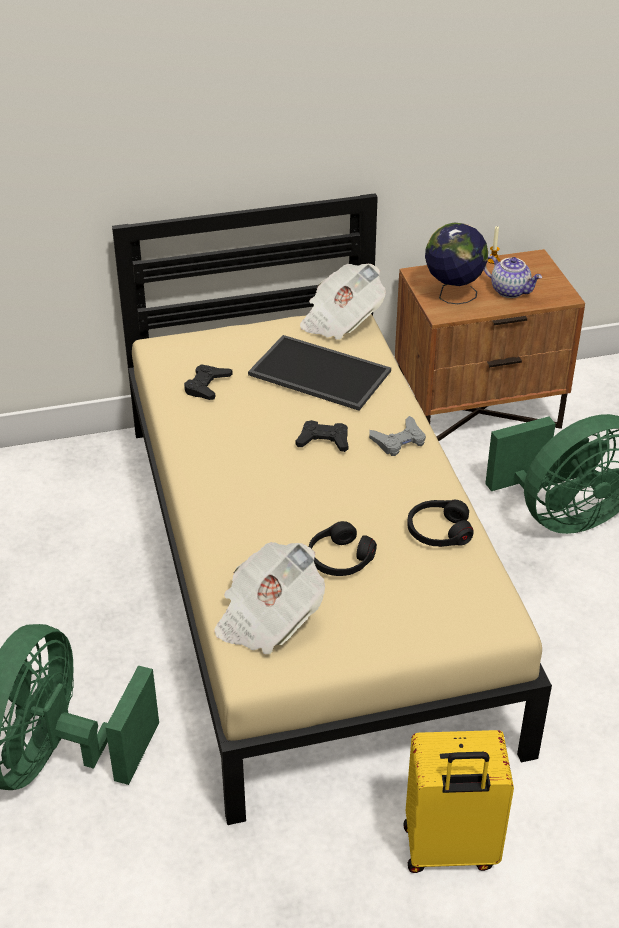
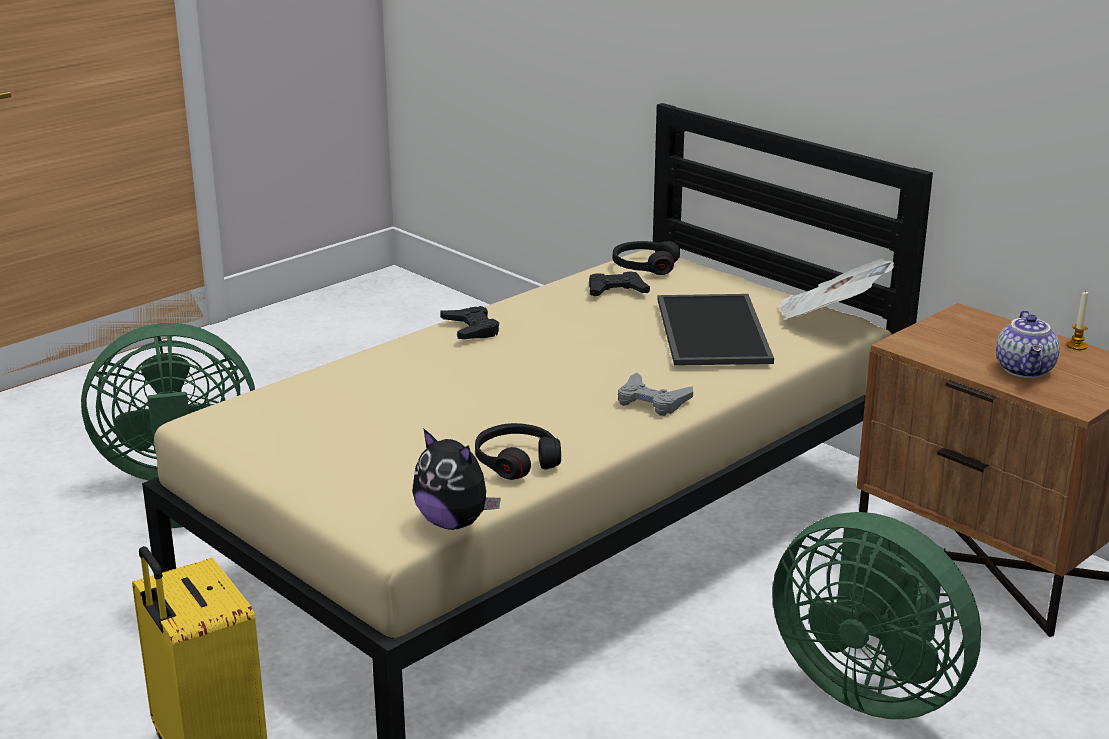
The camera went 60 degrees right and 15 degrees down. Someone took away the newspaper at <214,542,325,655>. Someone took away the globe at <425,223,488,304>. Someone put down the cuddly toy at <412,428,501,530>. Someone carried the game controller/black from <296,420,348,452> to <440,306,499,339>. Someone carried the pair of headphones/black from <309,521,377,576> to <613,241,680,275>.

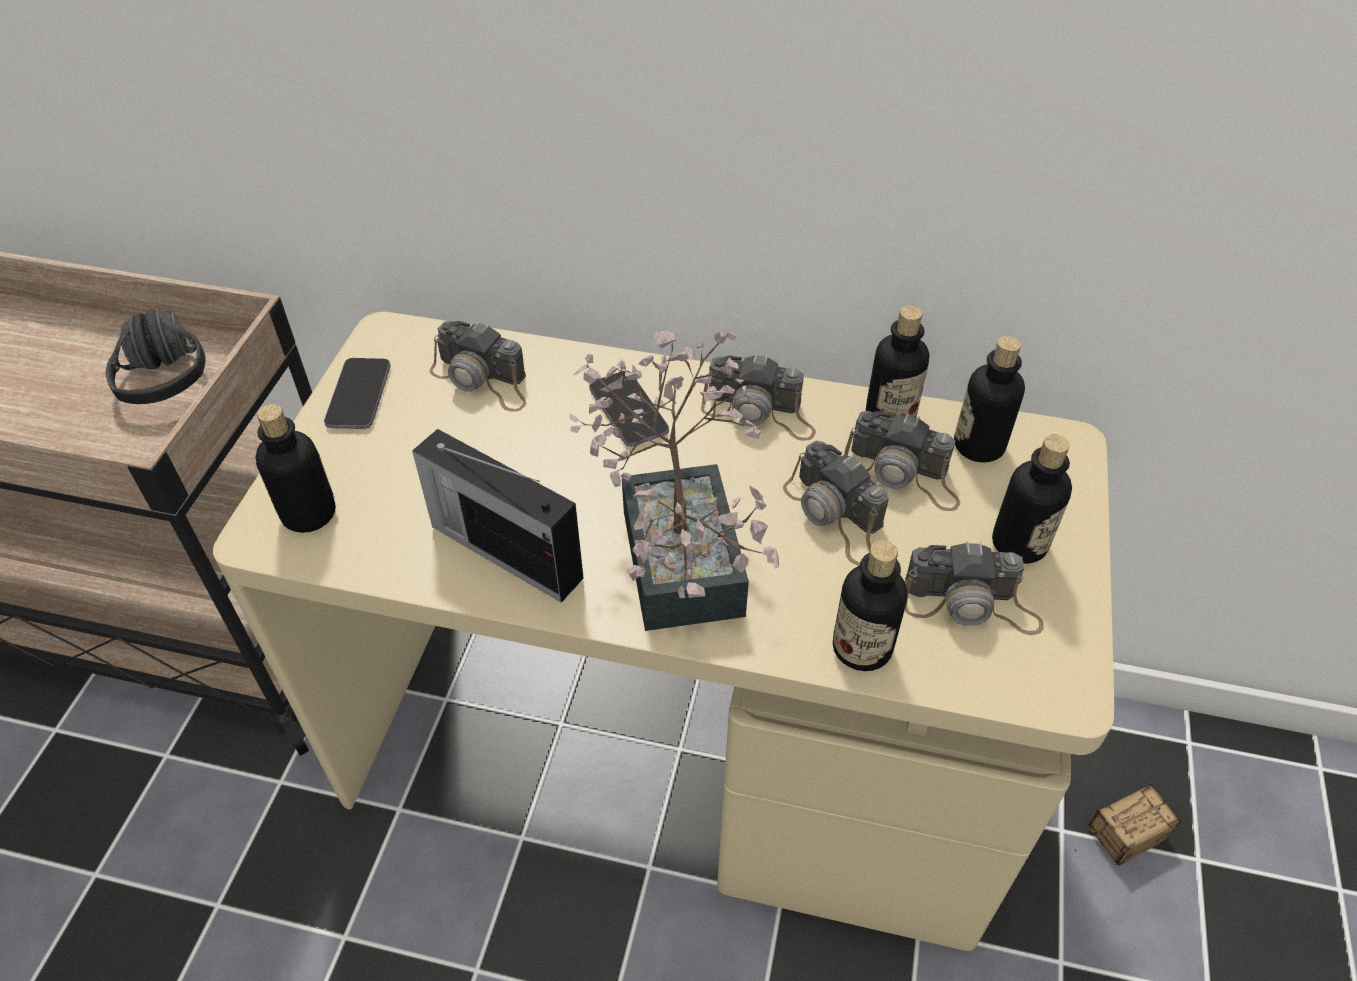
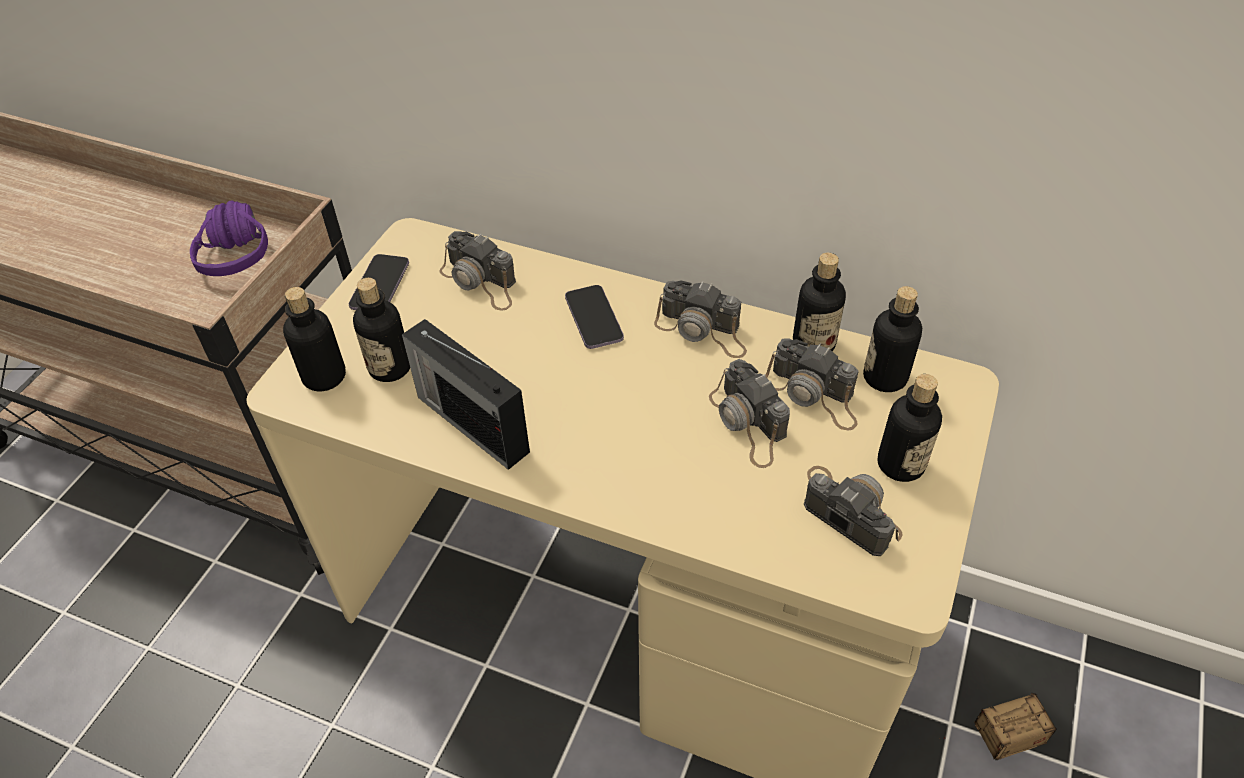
The camera went 10 degrees right and 0 degrees up. Someone took away the houseplant at <570,331,779,631>. Someone carried the bottle from <833,540,907,671> to <353,278,410,382>. Someone repainted the pair of headphones/black at <106,309,206,404>, which became the pair of headphones/purple at <190,200,268,276>. Someone rotated the still camera at <905,541,1043,635> by 150 degrees counterclockwise.

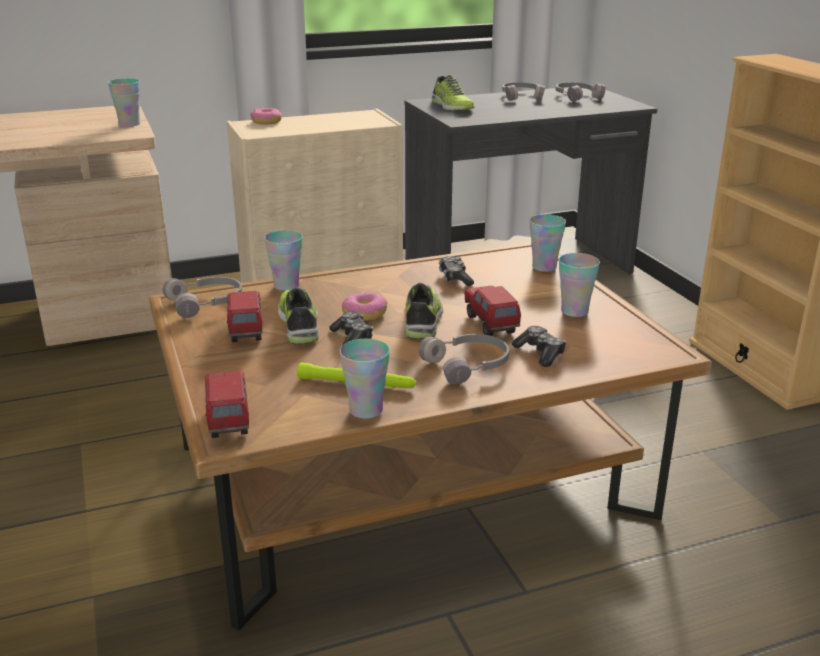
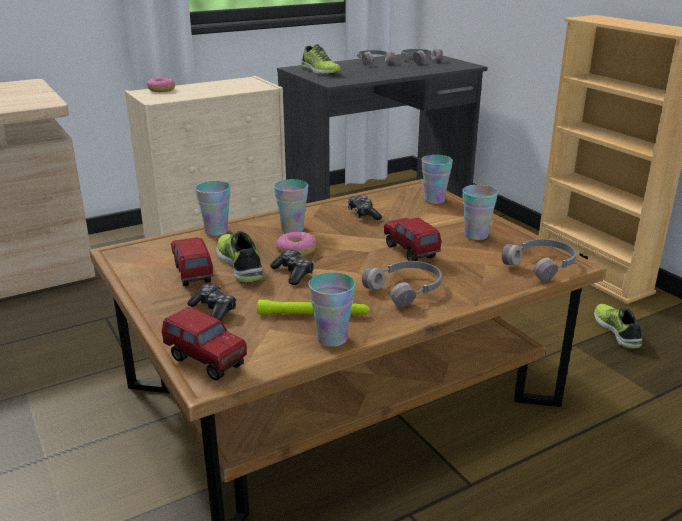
The camera went 10 degrees left and 0 degrees up. Someone carried the small cup from <108,79,140,127> to <274,179,308,233>. Someone carried the pair of headphones/gray from <163,277,242,318> to <502,239,577,281>. Someone carried the shoe from <405,283,443,339> to <594,304,642,349>. Someone carried the game controller from <512,326,566,367> to <187,284,236,321>. Someone rotated the toy lorry at <205,371,249,438> by 150 degrees clockwise.

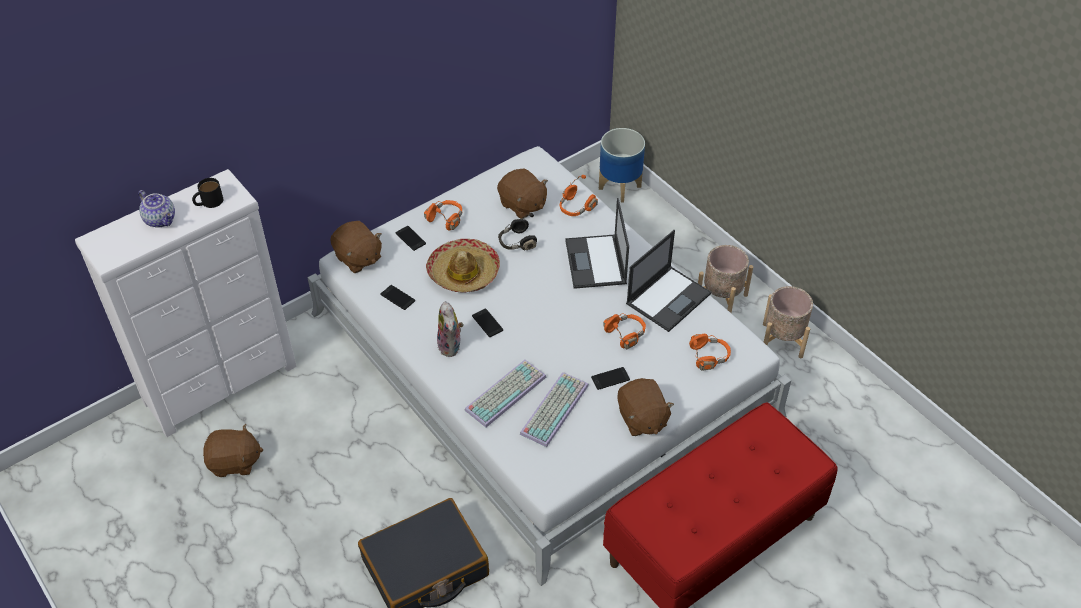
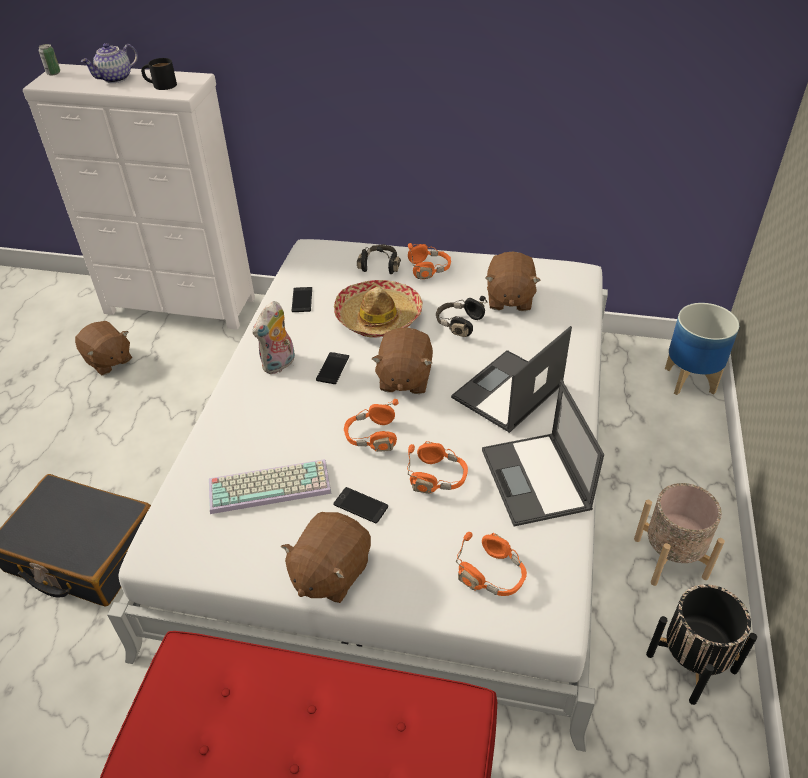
The camera went 50 degrees right and 5 degrees down. Someone took away the PC keyboard at <464,359,546,427>. Someone put down the sealed can at <39,44,60,75>. Someone carried the cuddly toy/brown-coloured from <330,221,382,273> to <372,327,433,394>. Someone carried the pair of headphones/orangey from <560,175,598,216> to <344,399,398,452>. Someone swapped the handset at <395,226,426,251> for the pair of headphones/black at <357,244,401,274>. Someone repainted the plant pot/sand-coloured at <763,286,813,358>, which became the plant pot/black at <646,584,757,705>. Someone rotated the teapot at <138,190,175,228> by 45 degrees clockwise. Someone rotated the laptop at <626,230,711,332> by 75 degrees clockwise.

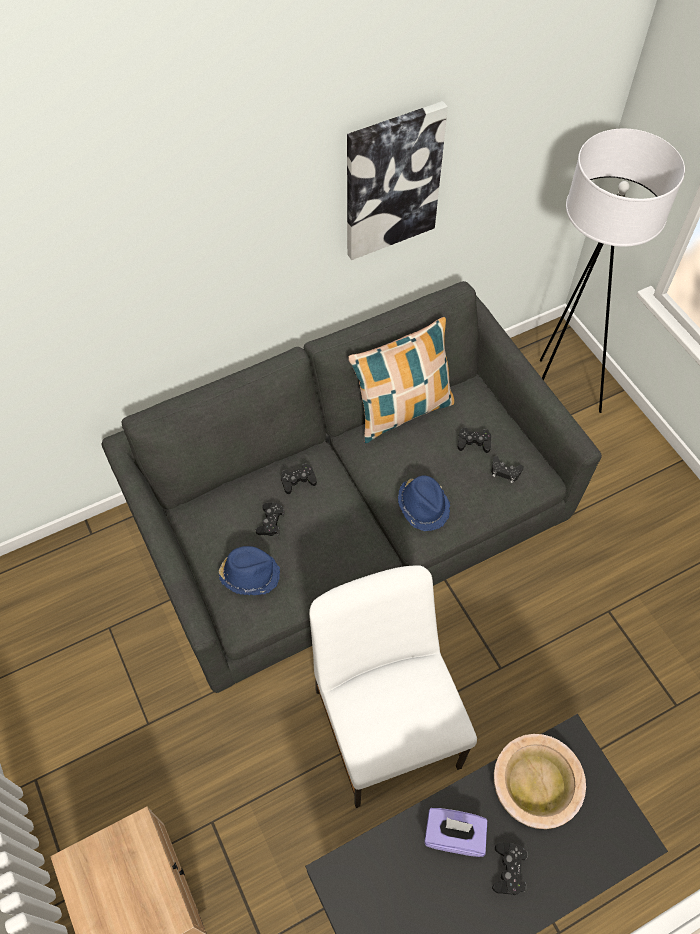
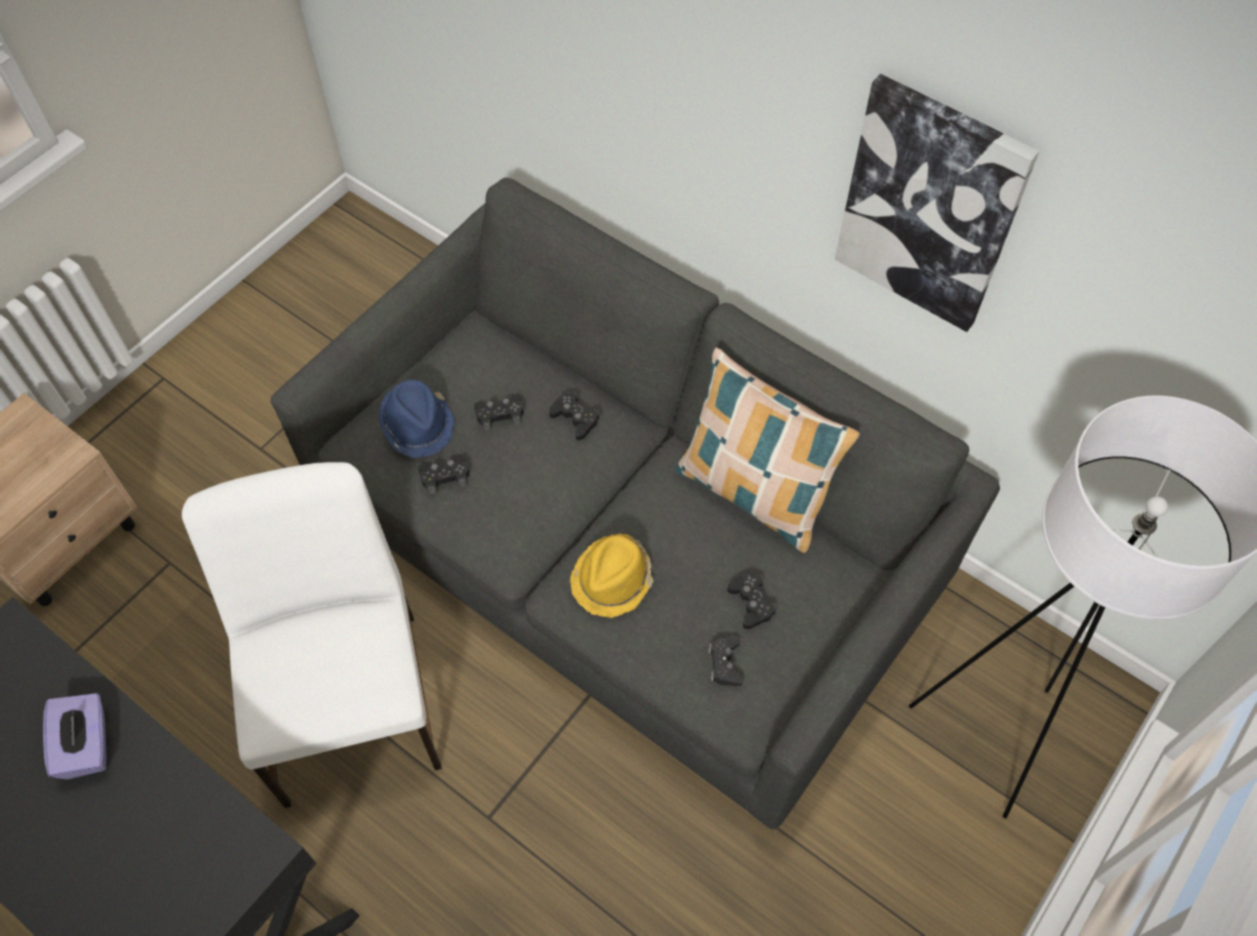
The camera went 65 degrees right and 0 degrees up. Someone took away the serving bowl/sand-coloured at <494,734,586,829>. Someone carried the game controller/black from <492,842,528,895> to <418,455,469,495>. Someone repainted the clothing hat/bluish at <398,475,450,531>, which became the clothing hat/yellow-coloured at <570,533,654,618>. Someone rotated the chair/whitish at <309,565,477,808> by 60 degrees counterclockwise.

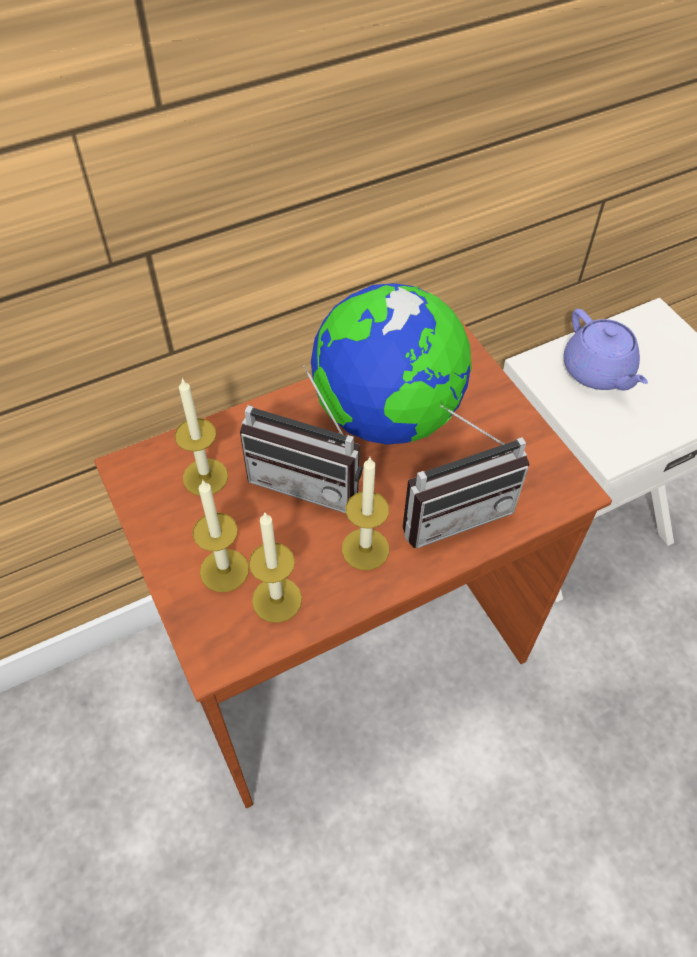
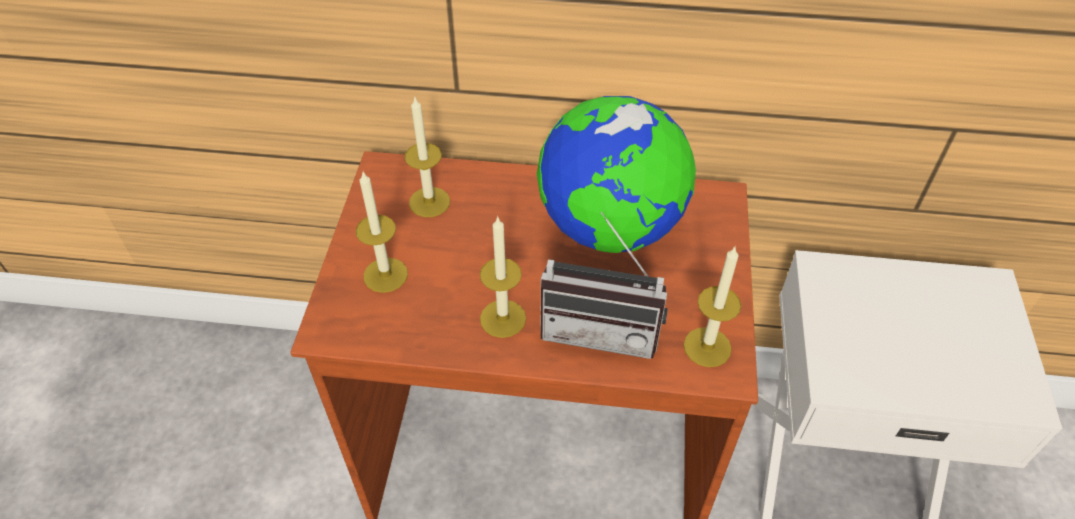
The camera went 35 degrees right and 5 degrees down. Someone took away the radio set at <240,365,363,513>. Someone took away the teapot/purple at <564,309,648,390>. Someone carried the wax light from <249,513,302,623> to <684,246,741,367>.

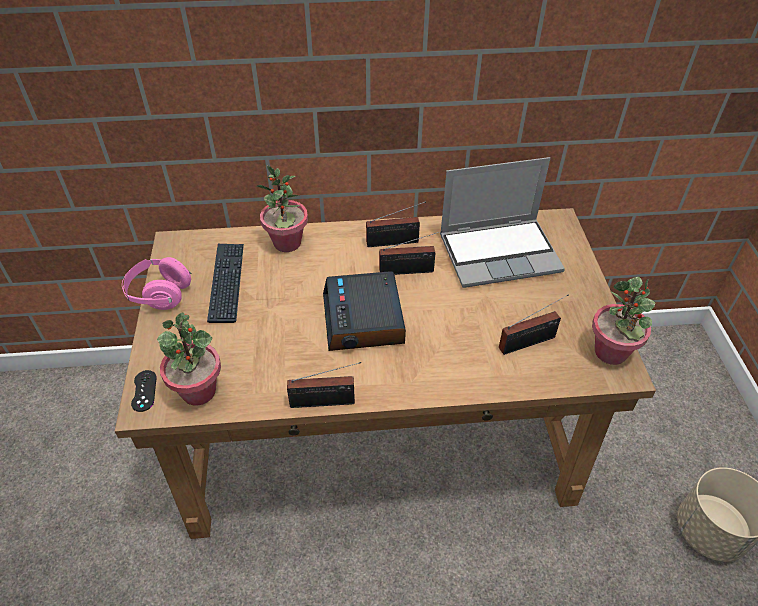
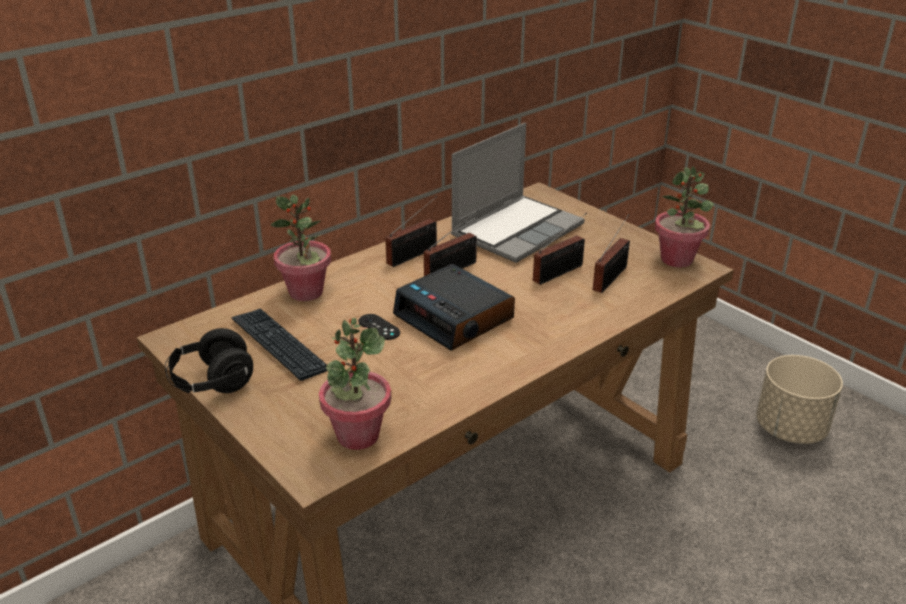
The camera went 35 degrees left and 15 degrees down. Someone carried the game controller/black from <131,370,157,412> to <358,314,400,340>. Someone carried the radio set from <287,362,361,408> to <533,213,587,285>. Someone repainted the pair of headphones/pink-coloured at <122,257,191,310>, which became the pair of headphones/black at <165,328,253,393>.

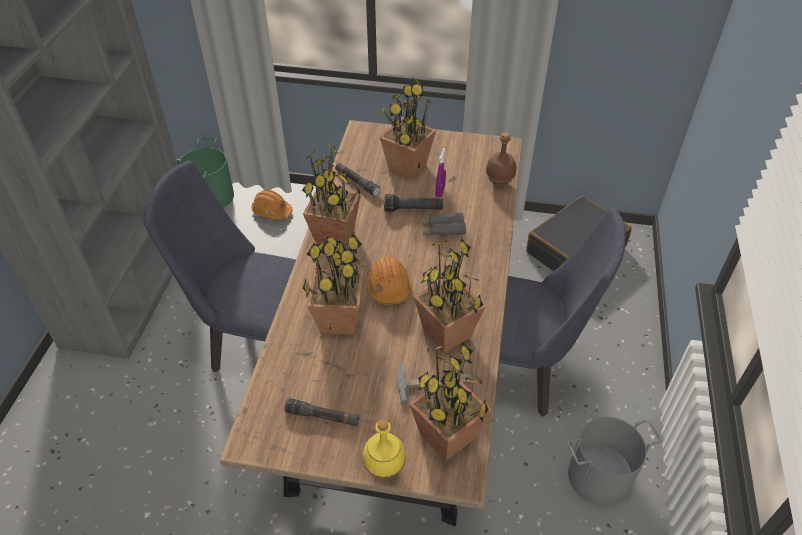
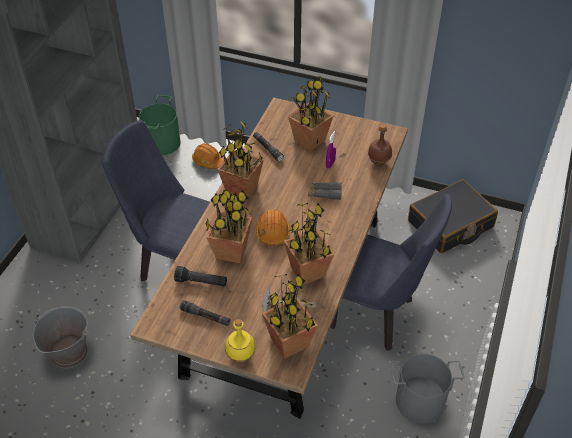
The camera went 10 degrees right and 0 degrees up. Someone put down the pail/gray at <33,306,88,368>. Someone carried the torch/black from <384,194,443,212> to <174,266,227,287>.

